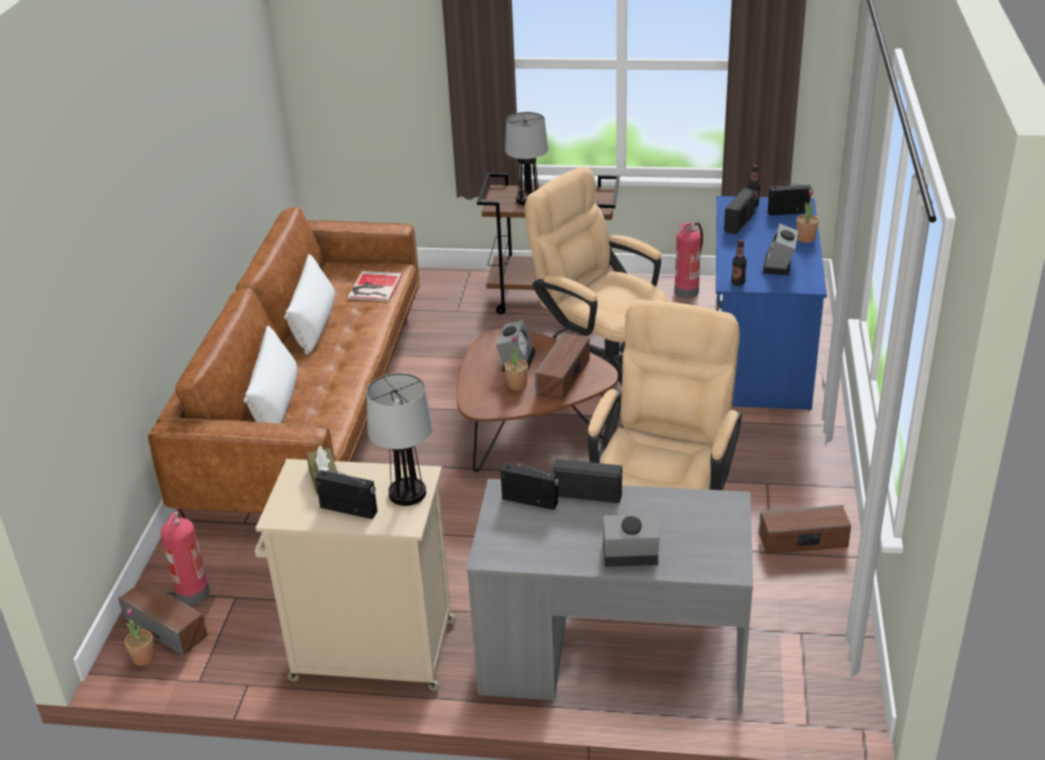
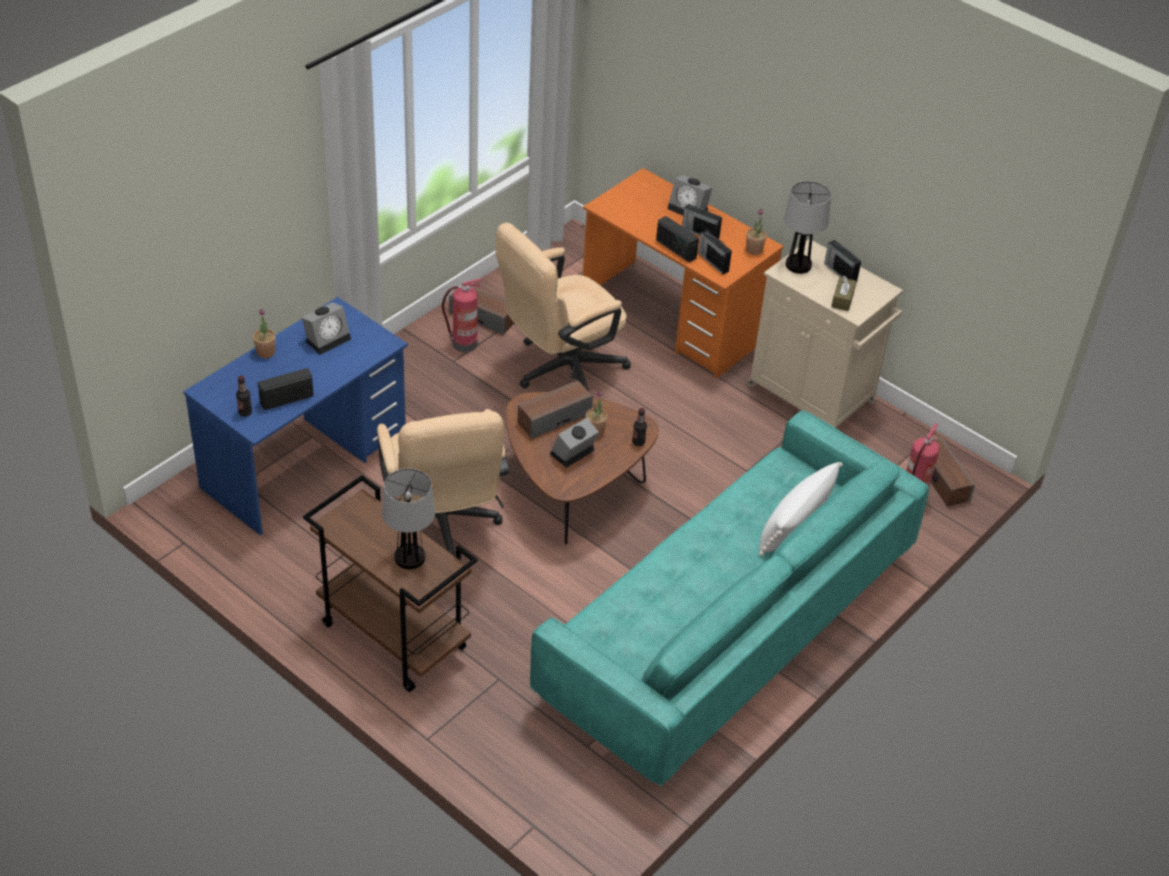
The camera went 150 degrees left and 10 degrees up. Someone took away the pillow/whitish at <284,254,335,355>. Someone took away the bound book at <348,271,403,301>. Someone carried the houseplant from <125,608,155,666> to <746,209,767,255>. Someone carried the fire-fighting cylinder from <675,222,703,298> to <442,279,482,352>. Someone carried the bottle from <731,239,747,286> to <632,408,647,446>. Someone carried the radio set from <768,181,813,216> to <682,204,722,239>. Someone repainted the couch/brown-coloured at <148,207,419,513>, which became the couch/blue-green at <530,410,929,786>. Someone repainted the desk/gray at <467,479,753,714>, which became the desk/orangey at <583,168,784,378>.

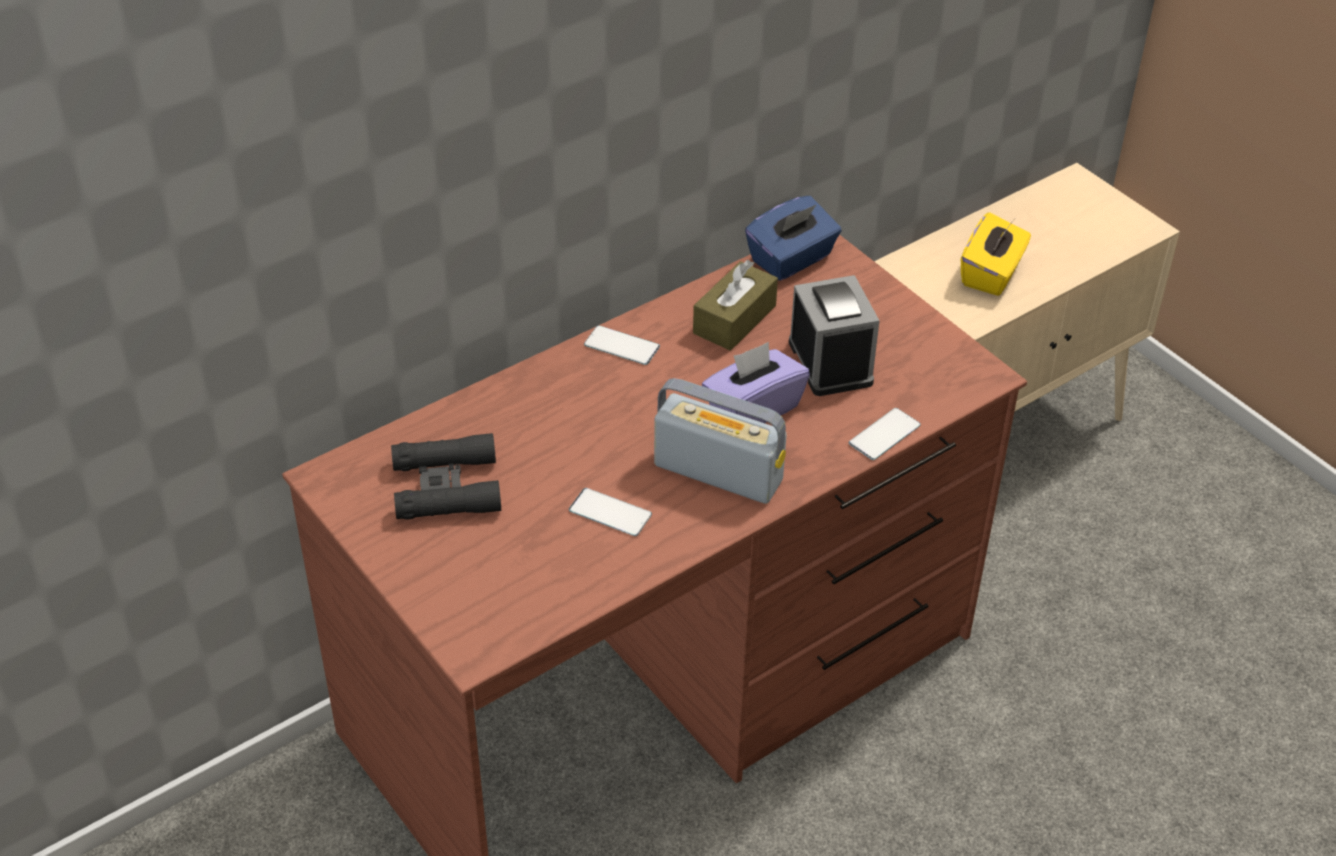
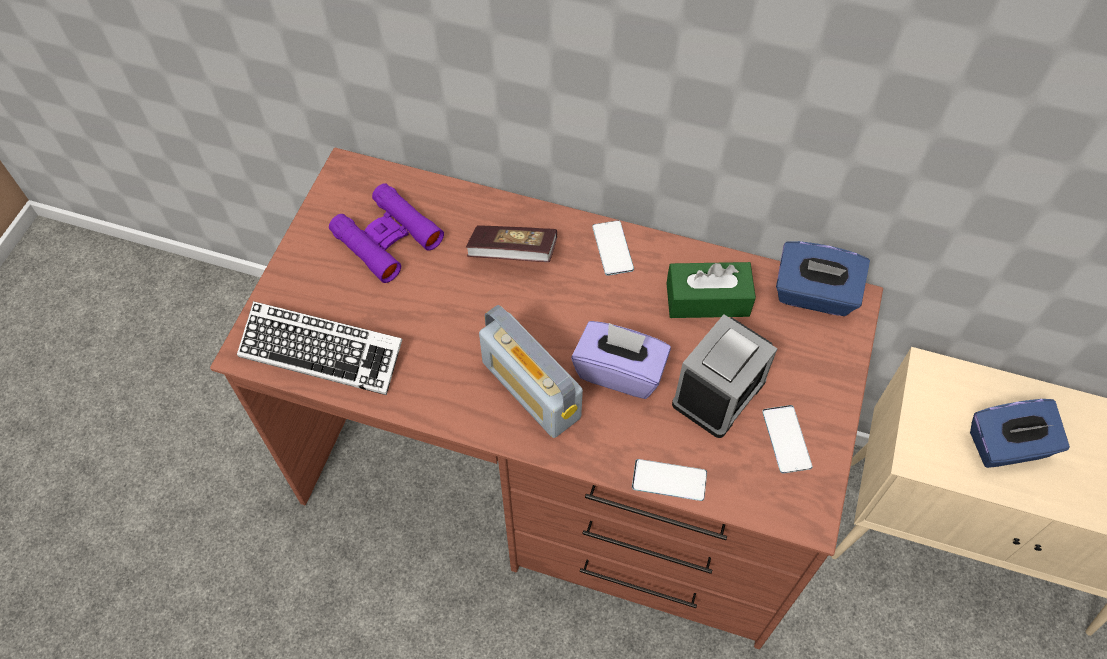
The camera went 55 degrees right and 15 degrees up. Someone put down the PC keyboard at <237,301,403,395>. Someone put down the bound book at <466,225,557,262>. Someone carried the handset from <569,488,652,536> to <762,405,812,474>. Someone repainted the binoculars/black at <391,433,501,520>, which became the binoculars/purple at <329,183,444,283>. Someone repainted the tissue holder/brown-coloured at <693,260,778,351>, which became the tissue holder/greenish at <666,262,756,318>. Someone repainted the tissue holder/yellow-coloured at <961,212,1031,296>, which became the tissue holder/bluish at <970,399,1070,468>. Someone rotated the radio set at <654,378,787,504> by 150 degrees clockwise.

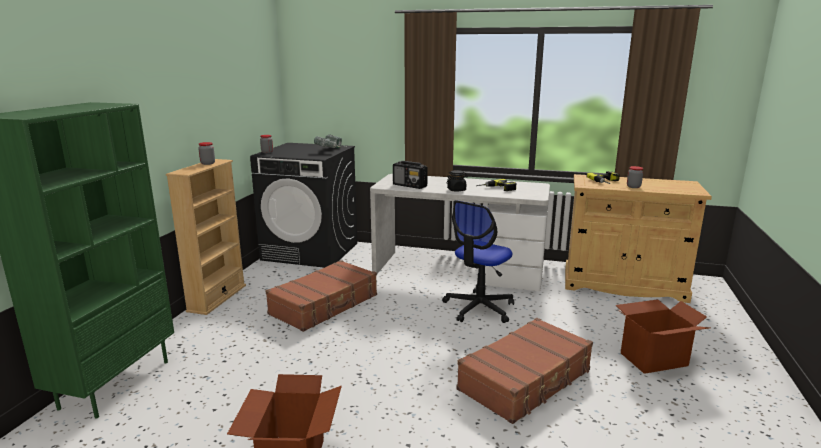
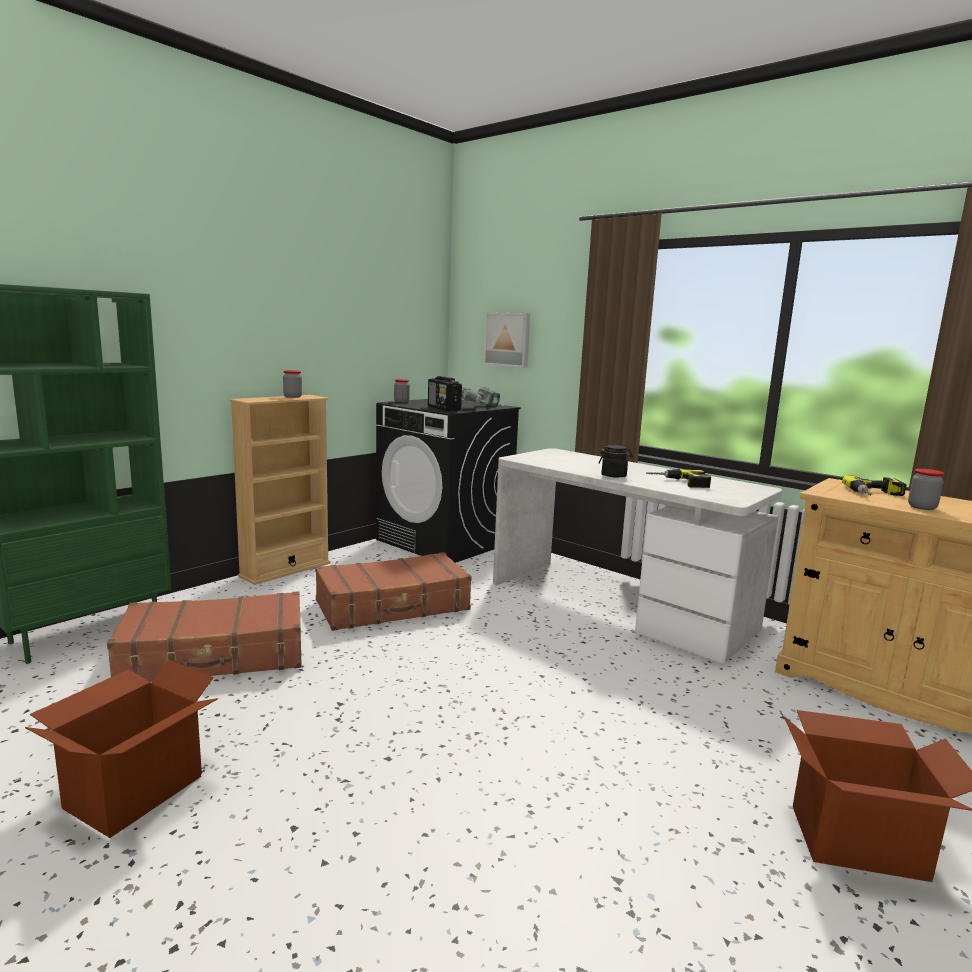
The camera went 25 degrees right and 5 degrees down. Someone took away the computer chair at <442,200,514,323>. Someone put up the wall picture at <483,312,530,368>. Someone carried the radio set from <393,161,428,189> to <428,376,462,411>. Someone carried the travel case/brown-coloured from <457,318,593,424> to <107,591,302,682>.

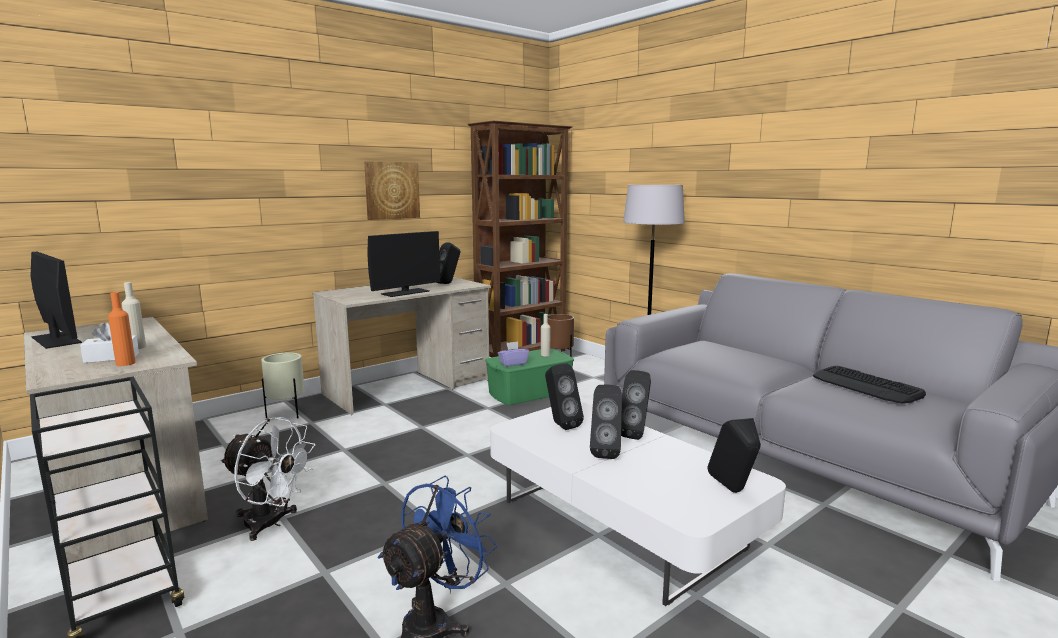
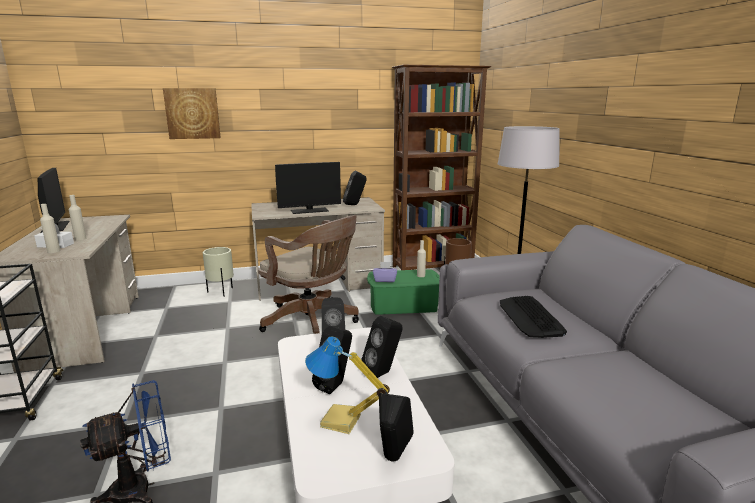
The camera went 25 degrees right and 5 degrees up. Someone took away the fan/whitish at <220,417,315,541>. Someone put down the computer chair/brown-coloured at <258,215,359,334>. Someone put down the table lamp at <305,337,390,434>. Someone carried the wall picture from <364,161,420,220> to <163,88,221,139>. Someone carried the PC keyboard from <813,366,926,404> to <500,296,567,338>. Someone repainted the bottle/orangey at <108,292,136,366>, which became the bottle/sand-coloured at <40,204,60,253>.

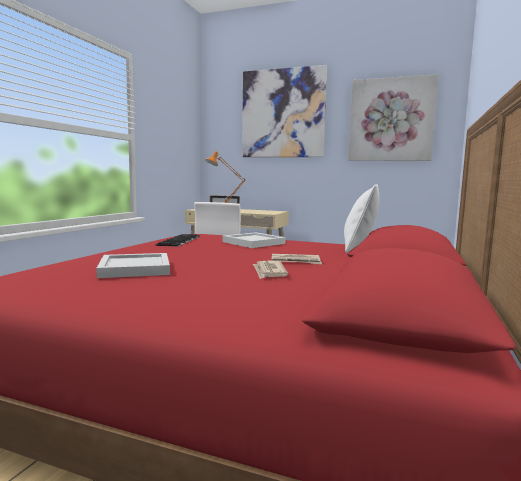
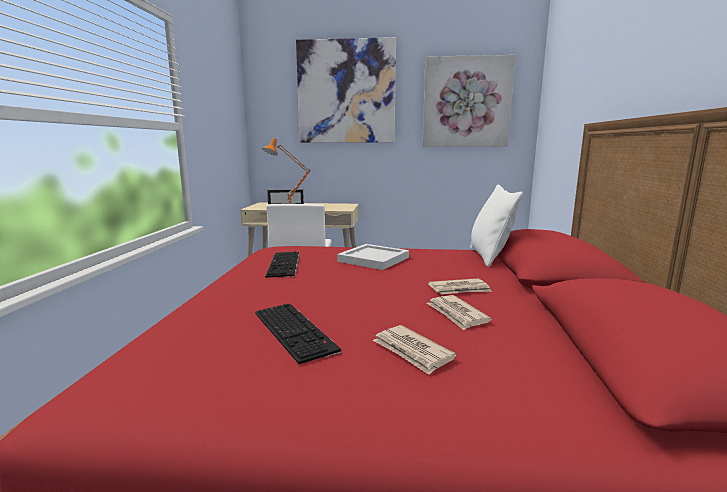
The camera went 15 degrees left and 5 degrees up. Someone put down the newspaper at <373,325,456,375>. Someone swapped the serving tray/whitish at <96,253,170,278> for the PC keyboard at <255,304,341,364>.

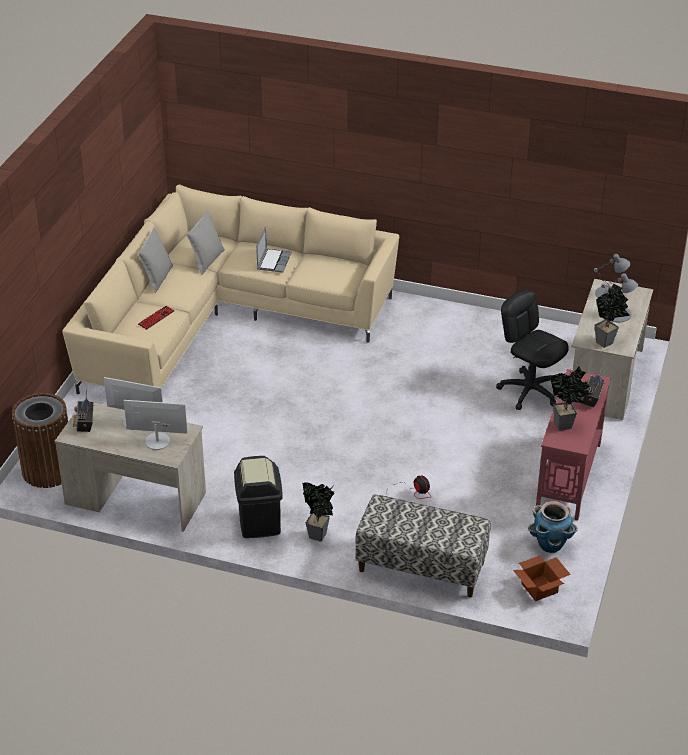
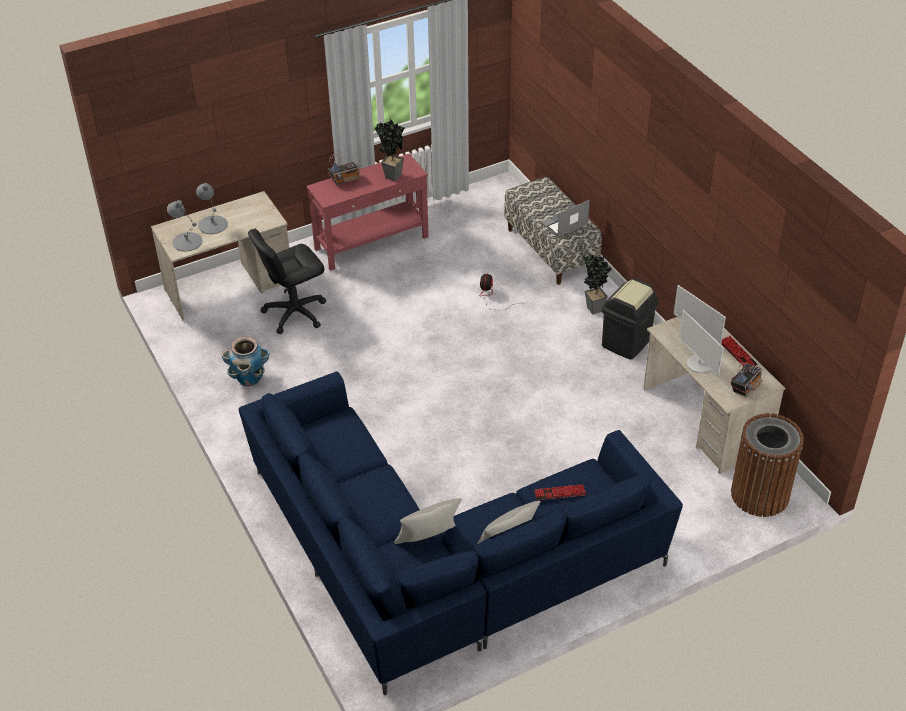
The camera went 135 degrees left and 5 degrees up. Someone took away the carton at <513,555,571,601>. Someone took away the houseplant at <595,283,630,348>. Someone put down the PC keyboard at <721,336,758,367>. Someone carried the laptop from <256,226,292,273> to <541,200,590,237>. Someone carried the plant pot from <528,501,578,553> to <222,337,269,386>. Someone repainted the couch/sand-coloured at <62,184,399,394>, which became the couch/bluish at <239,372,683,695>. Someone rotated the computer chair/black at <496,289,569,410> by 60 degrees clockwise.

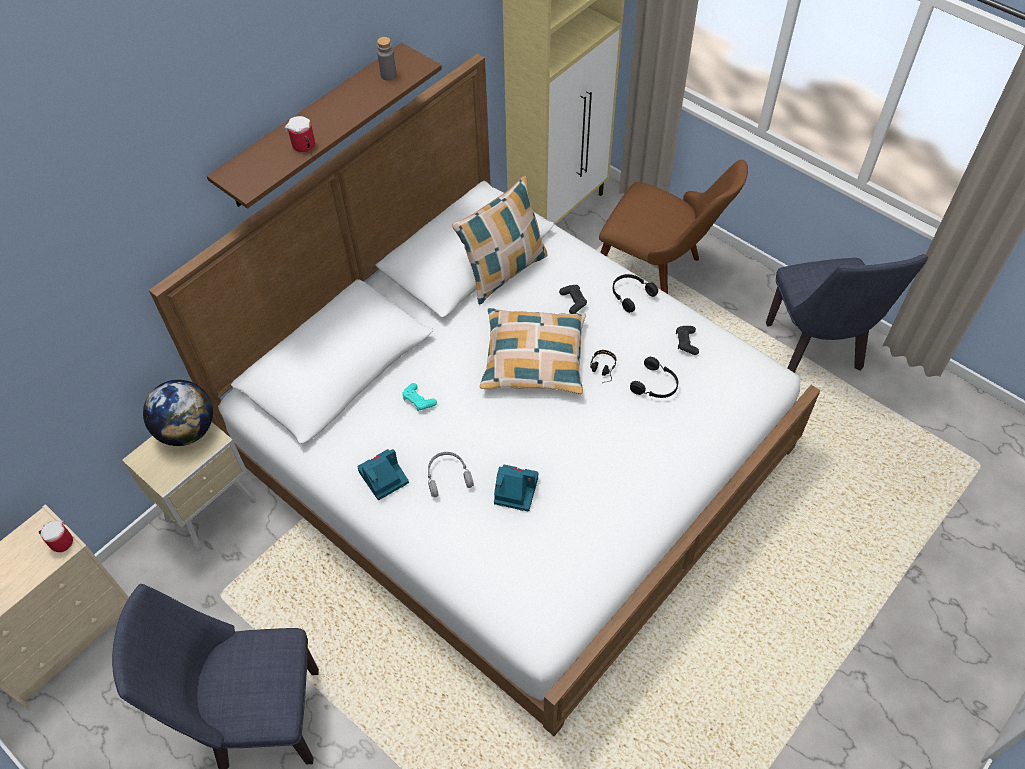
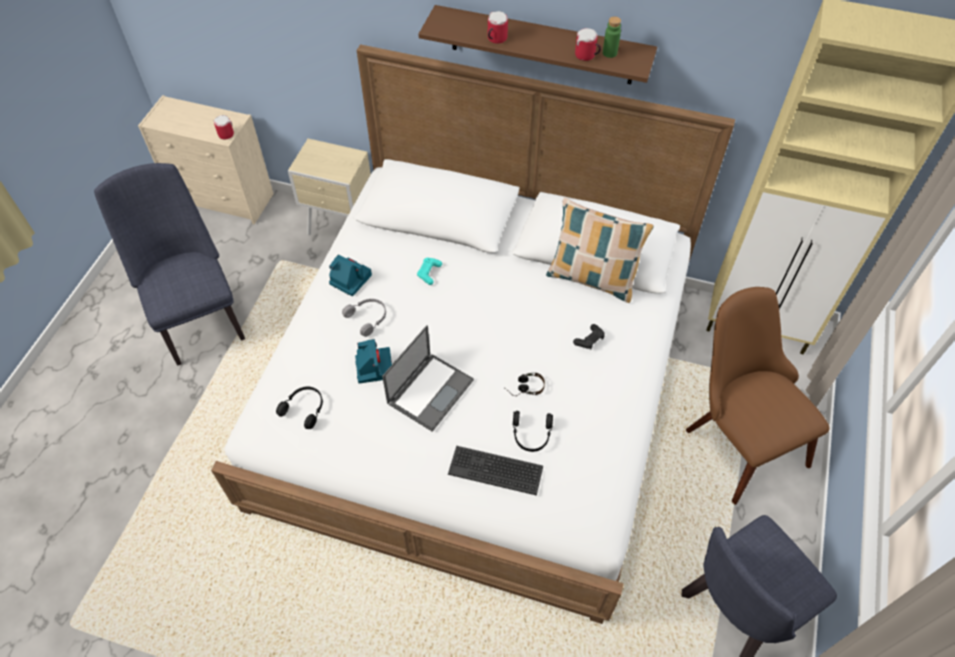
The camera went 65 degrees right and 0 degrees up. Someone took away the globe at <143,380,213,446>. Someone took away the pillow at <480,308,586,395>. Someone took away the game controller/black at <676,326,699,355>. Someone put down the laptop at <382,325,474,432>. Someone put down the PC keyboard at <448,446,543,496>. Someone put down the tea mug at <575,28,601,61>. Someone carried the pair of headphones/black from <613,274,658,313> to <276,387,323,429>. Someone repainted the bottle/gray at <377,37,396,81>, which became the bottle/greenish at <603,16,621,58>. Someone rotated the chair/brown-coloured at <599,160,748,294> by 150 degrees clockwise.

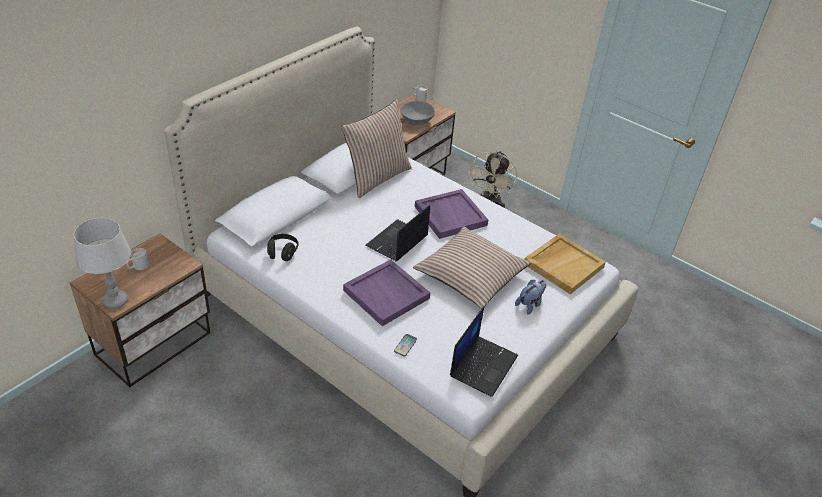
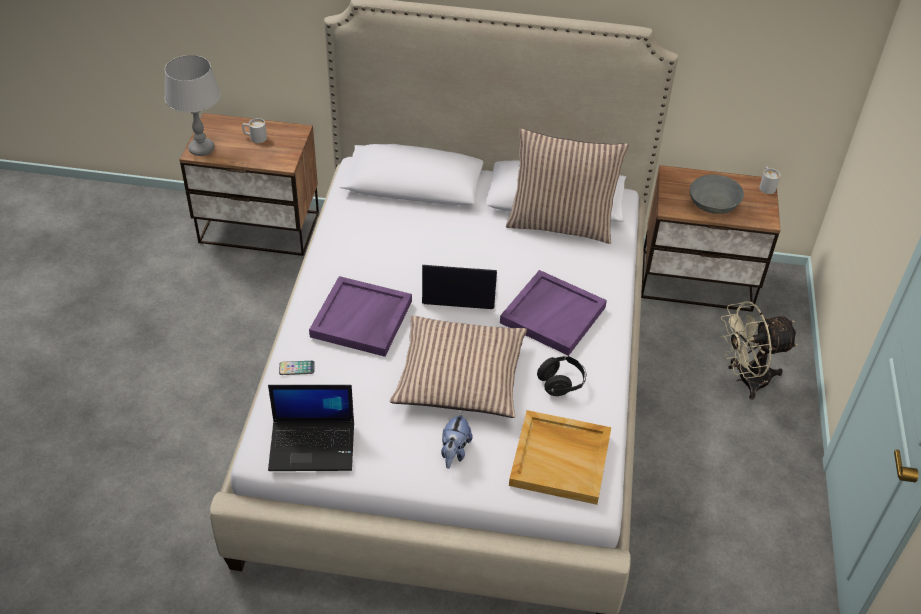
The camera went 60 degrees right and 5 degrees up. Someone carried the pair of headphones/black from <267,234,299,261> to <537,356,586,396>. Someone rotated the cuddly toy at <515,280,546,315> by 90 degrees clockwise.

